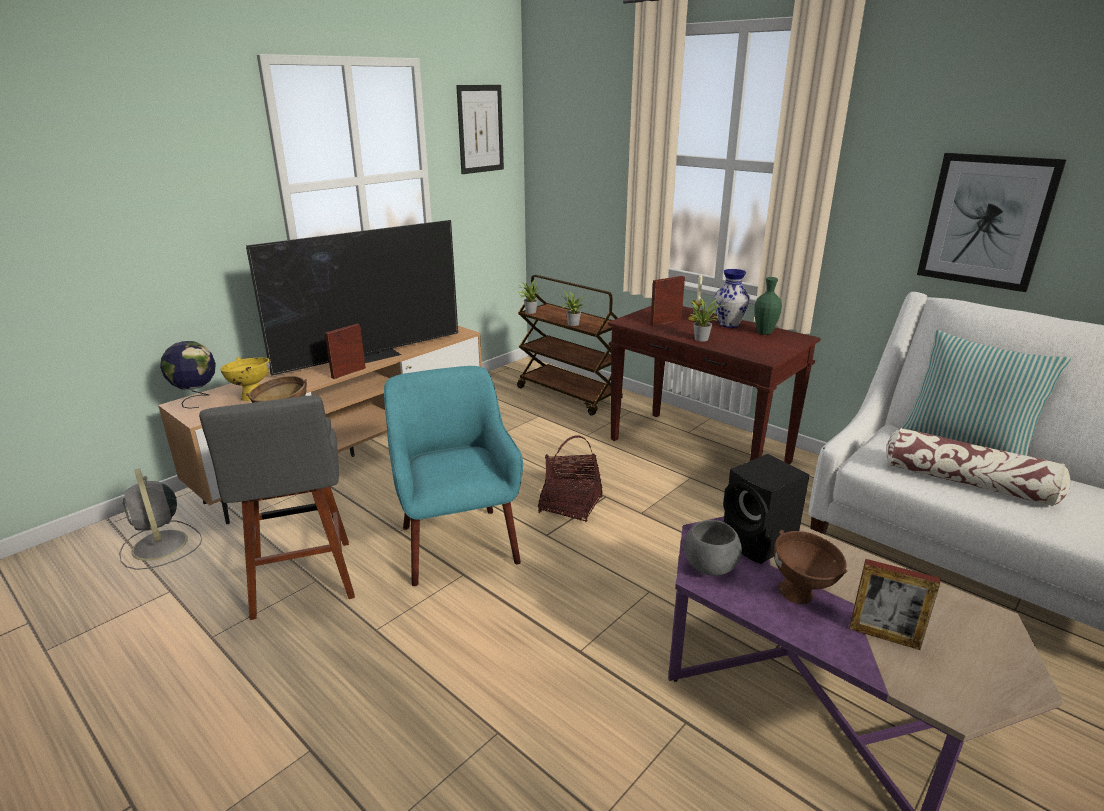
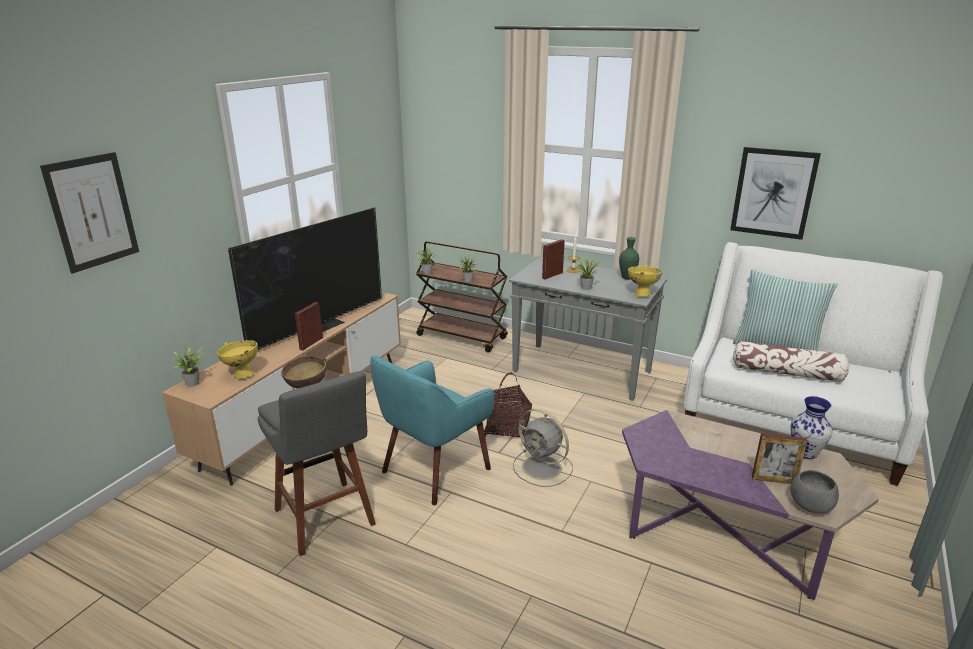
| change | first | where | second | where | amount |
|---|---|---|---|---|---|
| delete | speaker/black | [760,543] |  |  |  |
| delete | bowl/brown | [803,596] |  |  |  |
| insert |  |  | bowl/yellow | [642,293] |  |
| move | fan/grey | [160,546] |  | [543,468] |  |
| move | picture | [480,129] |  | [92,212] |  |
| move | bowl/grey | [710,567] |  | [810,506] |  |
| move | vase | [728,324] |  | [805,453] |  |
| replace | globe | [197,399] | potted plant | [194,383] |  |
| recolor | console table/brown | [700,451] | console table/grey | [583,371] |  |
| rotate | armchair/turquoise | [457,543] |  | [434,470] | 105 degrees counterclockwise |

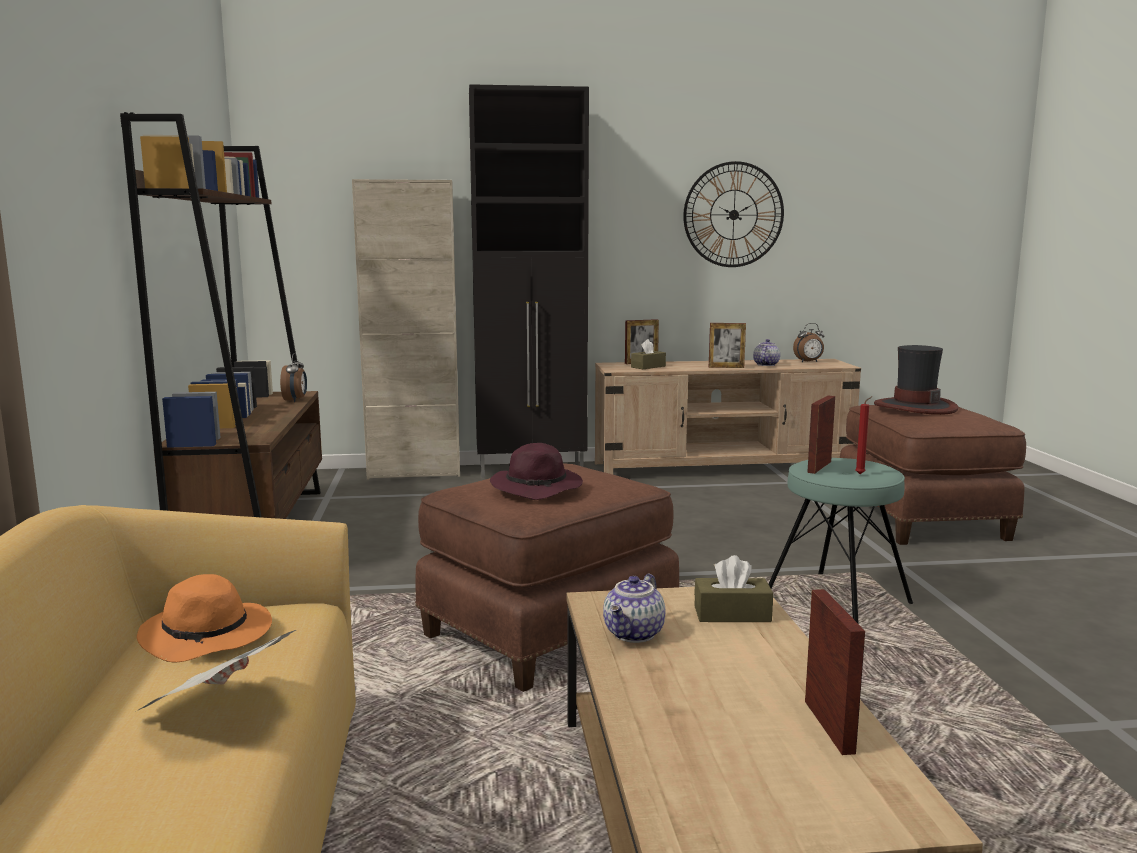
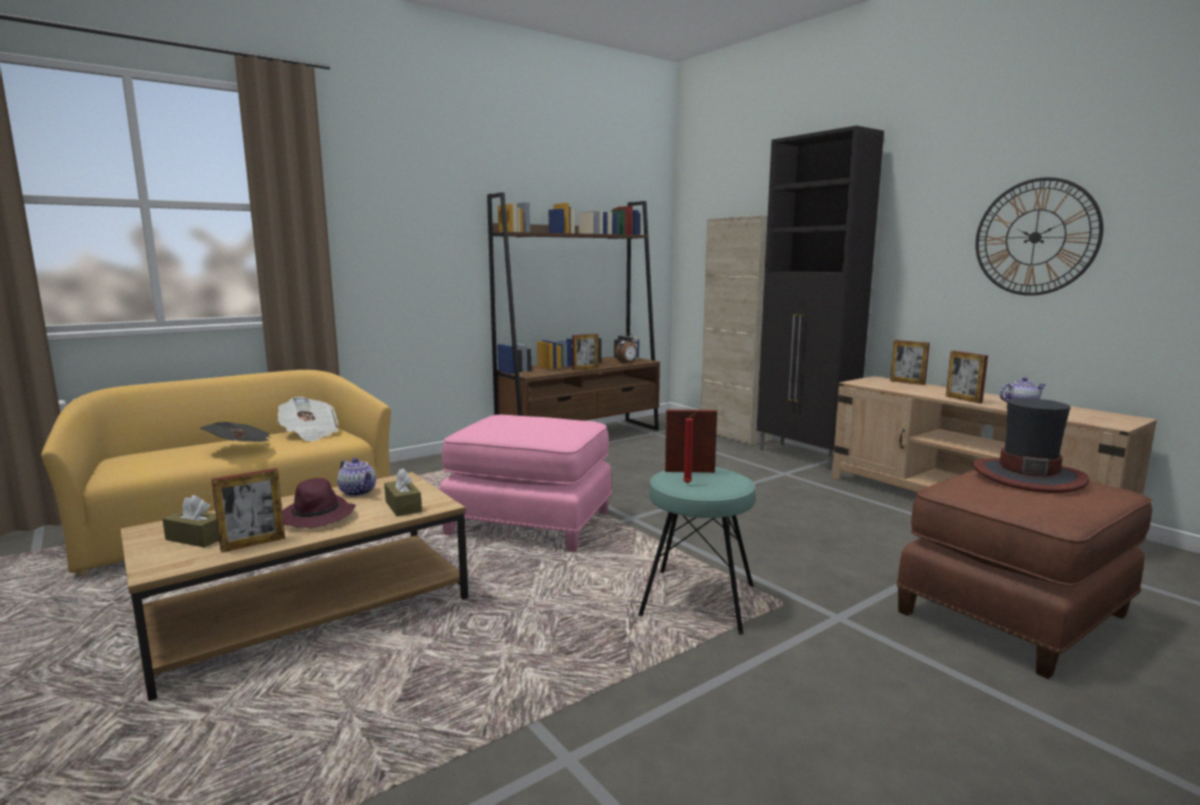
| change | first | where | second | where | amount |
|---|---|---|---|---|---|
| delete | alarm clock | [809,362] |  |  |  |
| insert |  |  | picture frame | [585,368] |  |
| move | hat/purple | [538,487] |  | [318,517] |  |
| move | tissue box/brown | [648,367] |  | [196,538] |  |
| replace | hat/orange | [208,637] | newspaper | [310,434] |  |
| recolor | ottoman/brown | [547,630] | ottoman/pink | [530,523] |  |
| rotate | teapot | [635,634] |  | [359,492] | 135 degrees counterclockwise |

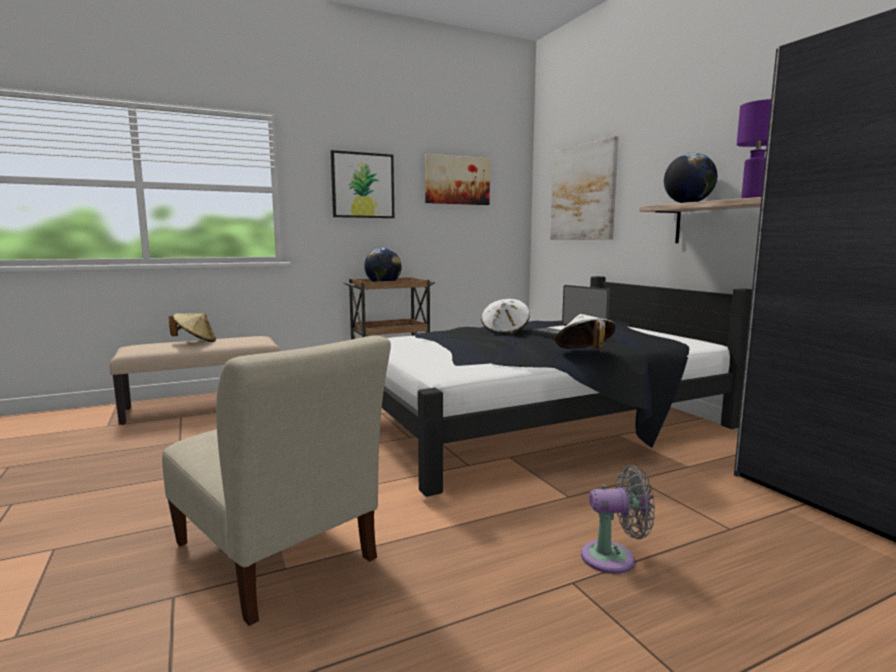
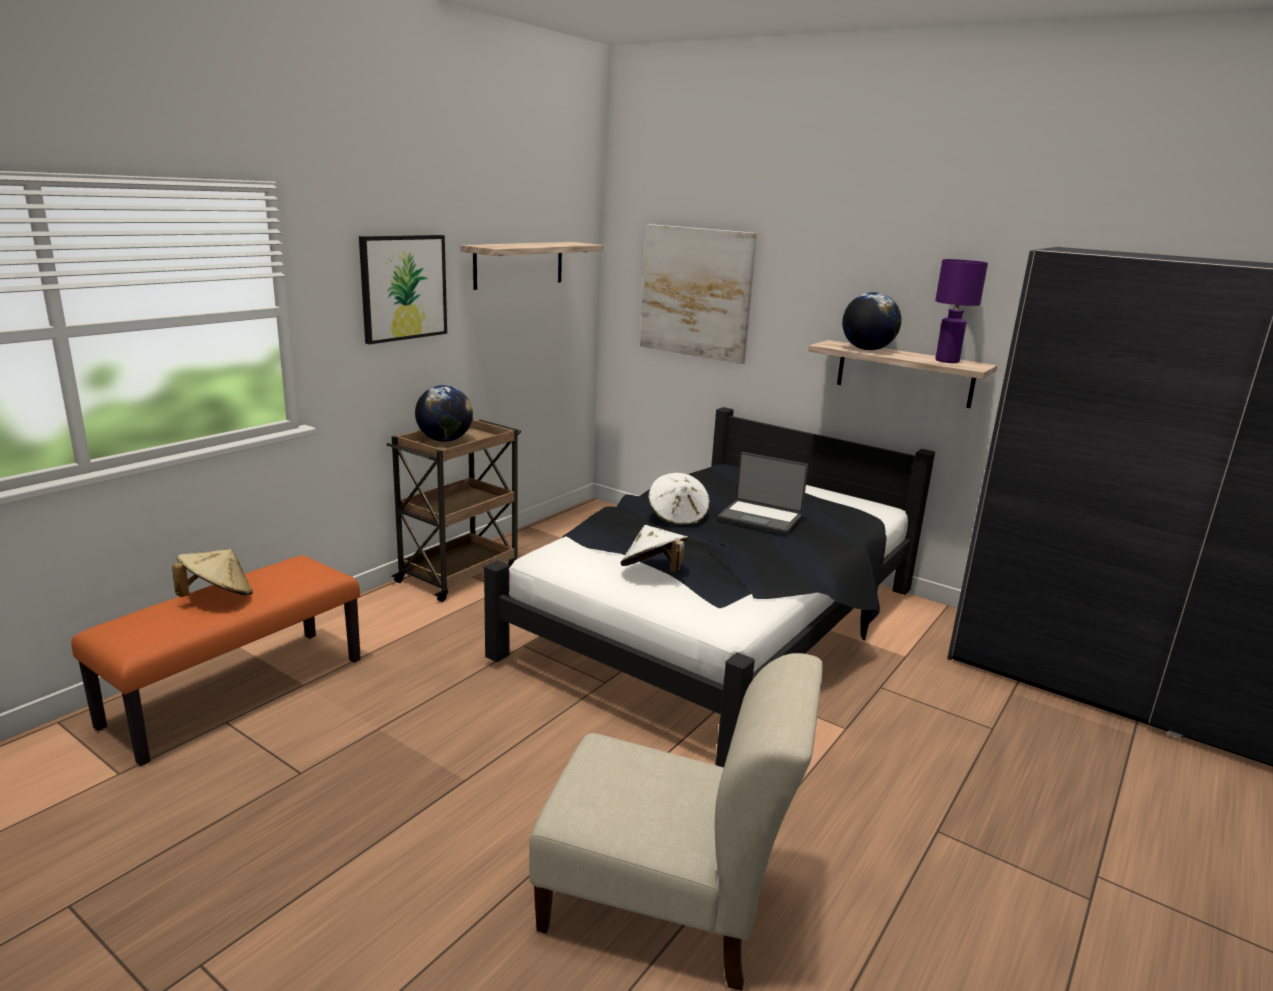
| change | first | where | second | where | amount |
|---|---|---|---|---|---|
| delete | fan/grey | [614,558] |  |  |  |
| move | hat/white | [584,353] |  | [653,572] |  |
| replace | picture | [457,180] | shelf | [519,264] |  |
| recolor | bench/beige | [204,406] | bench/orange | [237,691] |  |

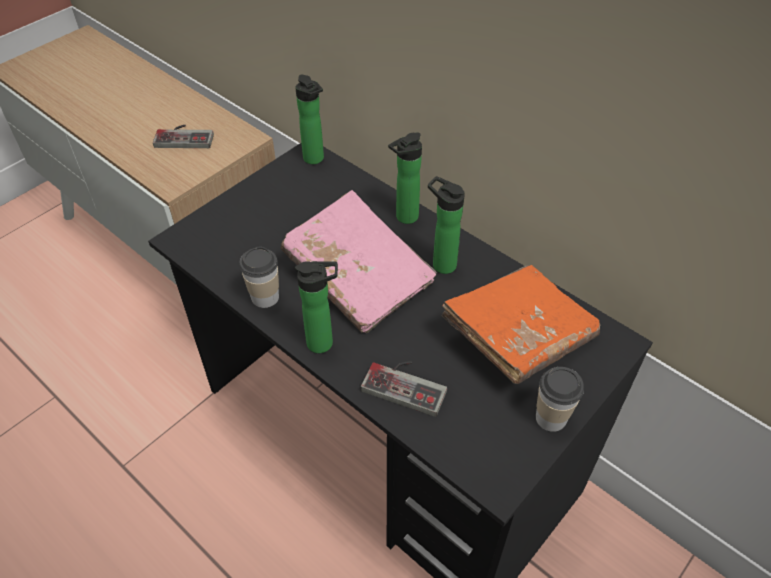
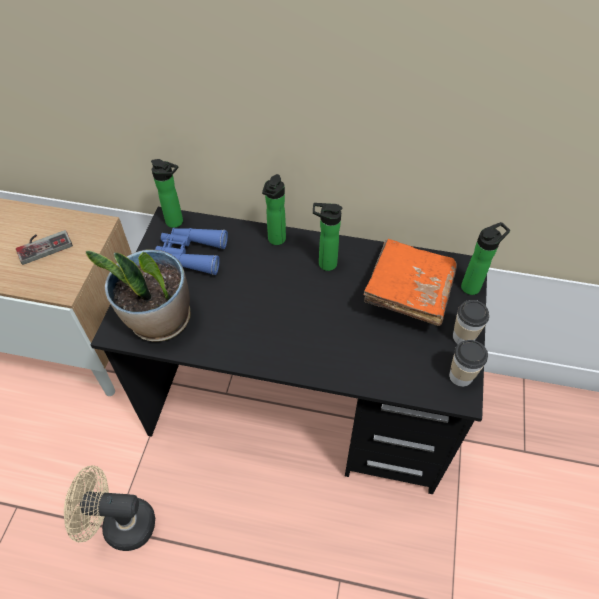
| change | first | where | second | where | amount |
|---|---|---|---|---|---|
| delete | book/pink | [358,276] |  |  |  |
| delete | game controller | [407,383] |  |  |  |
| insert |  |  | fan/beige | [120,524] |  |
| insert |  |  | potted plant | [159,320] |  |
| insert |  |  | binoculars/blue | [191,254] |  |
| move | cup | [265,297] |  | [461,376] |  |
| move | bottle | [324,343] |  | [473,286] |  |

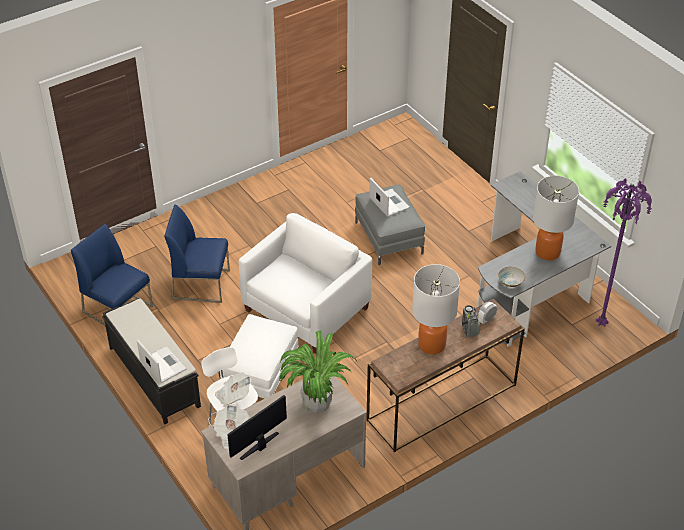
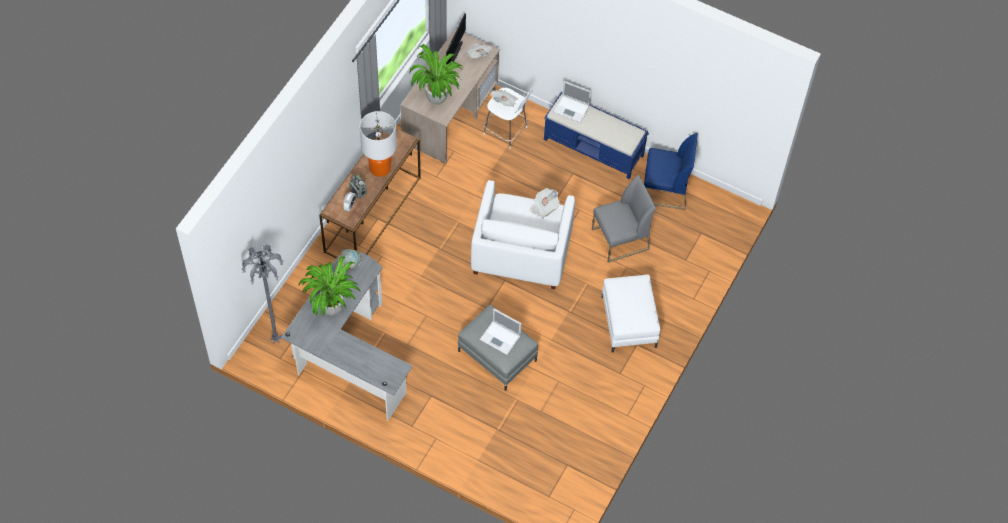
| change | first | where | second | where | amount |
|---|---|---|---|---|---|
| insert |  |  | newspaper | [543,207] |  |
| move | ottoman/white | [260,374] |  | [628,322] |  |
| replace | table lamp | [547,252] | potted plant | [331,306] |  |
| recolor | bench/black | [153,376] | bench/blue | [594,148] |  |
| recolor | chair/blue | [201,284] | chair/grey | [620,239] |  |
| recolor | floor lamp/purple | [602,325] | floor lamp/grey | [275,339] |  |

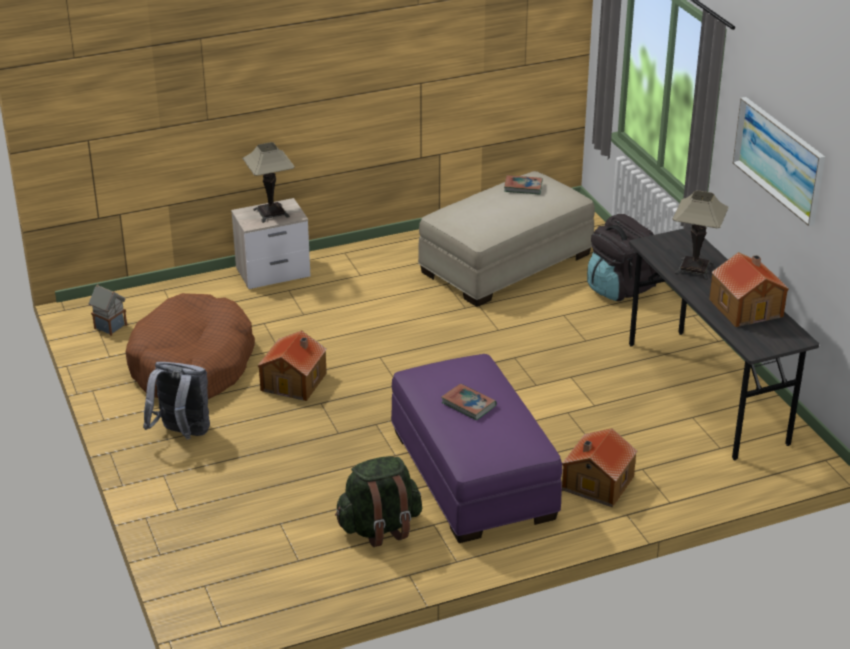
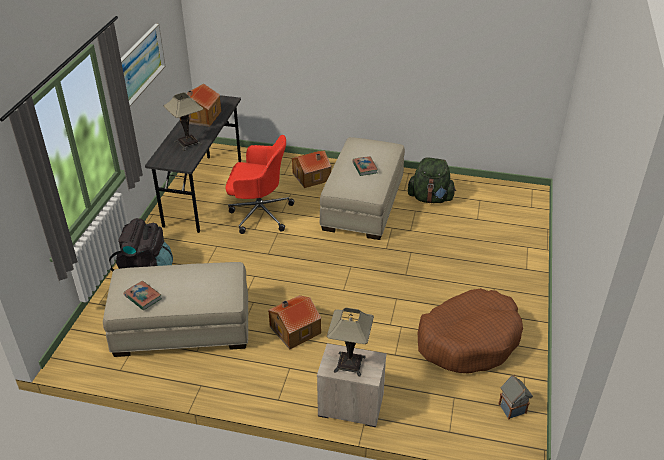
| change | first | where | second | where | amount |
|---|---|---|---|---|---|
| delete | backpack/grey | [182,434] |  |  |  |
| insert |  |  | office chair/red | [259,213] |  |
| move | toy house | [295,381] |  | [294,329] |  |
| recolor | ottoman/purple | [472,473] | ottoman/beige | [363,203] |  |

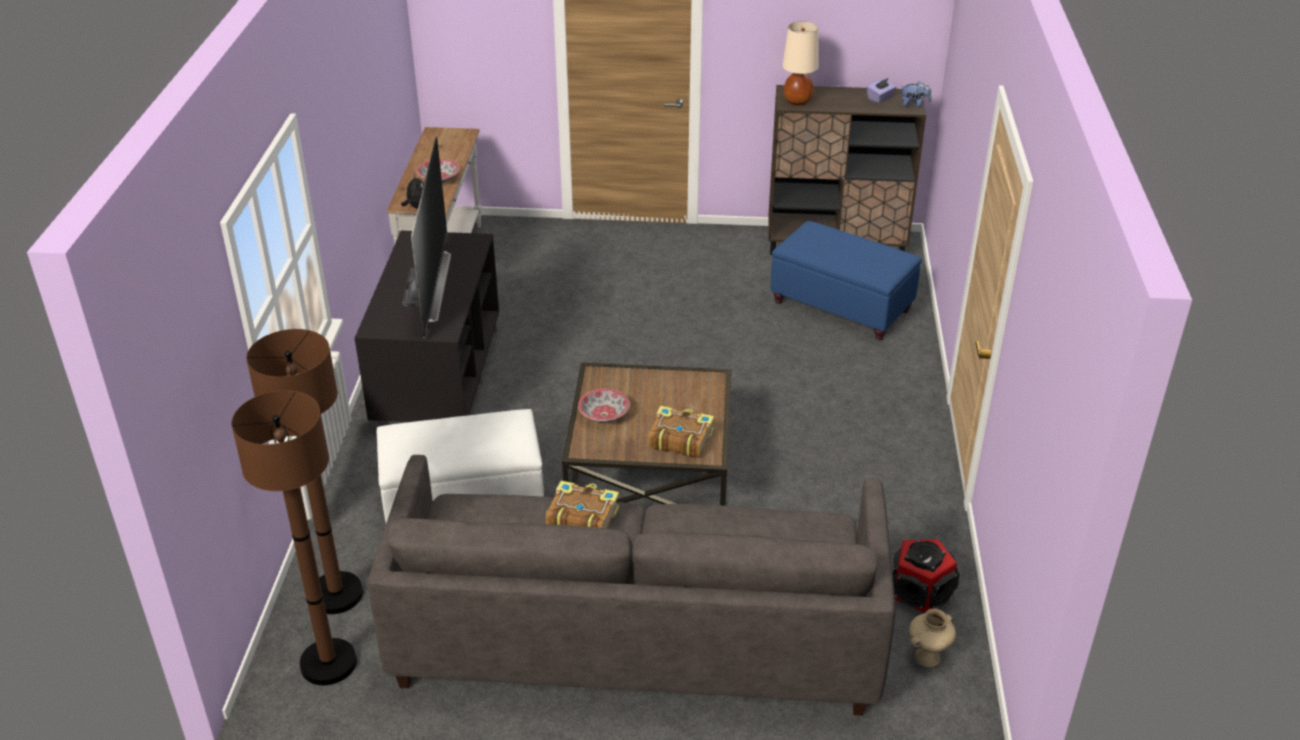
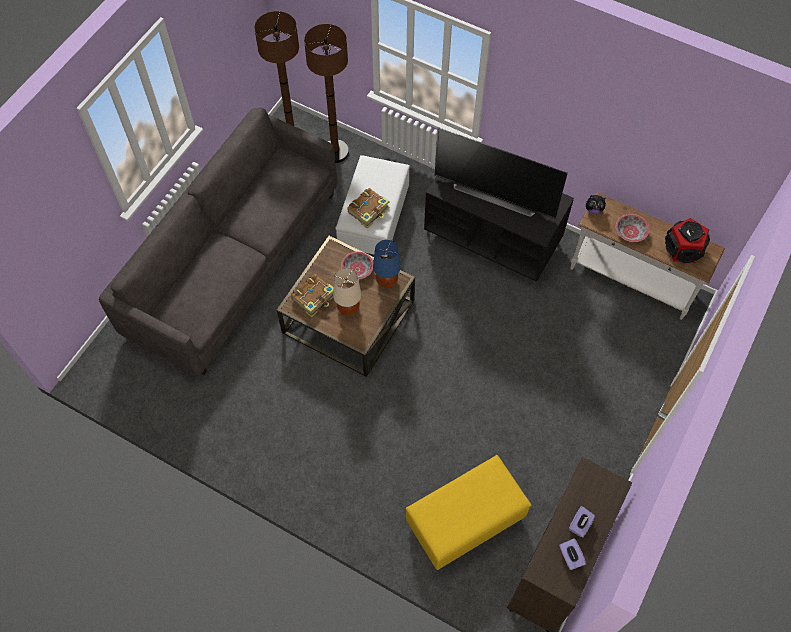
| change | first | where | second | where | amount |
|---|---|---|---|---|---|
| delete | plush toy | [914,105] |  |  |  |
| delete | vase/beige | [927,658] |  |  |  |
| insert |  |  | table lamp/blue | [387,281] |  |
| insert |  |  | tissue box/purple | [580,525] |  |
| move | book | [582,518] |  | [369,211] |  |
| move | table lamp/beige | [797,101] |  | [348,308] |  |
| move | speaker | [920,592] |  | [683,250] |  |
| recolor | ottoman/blue | [842,306] | ottoman/yellow | [464,521] |  |

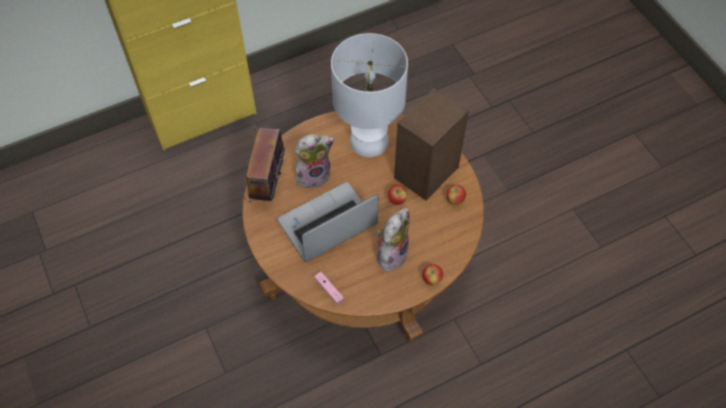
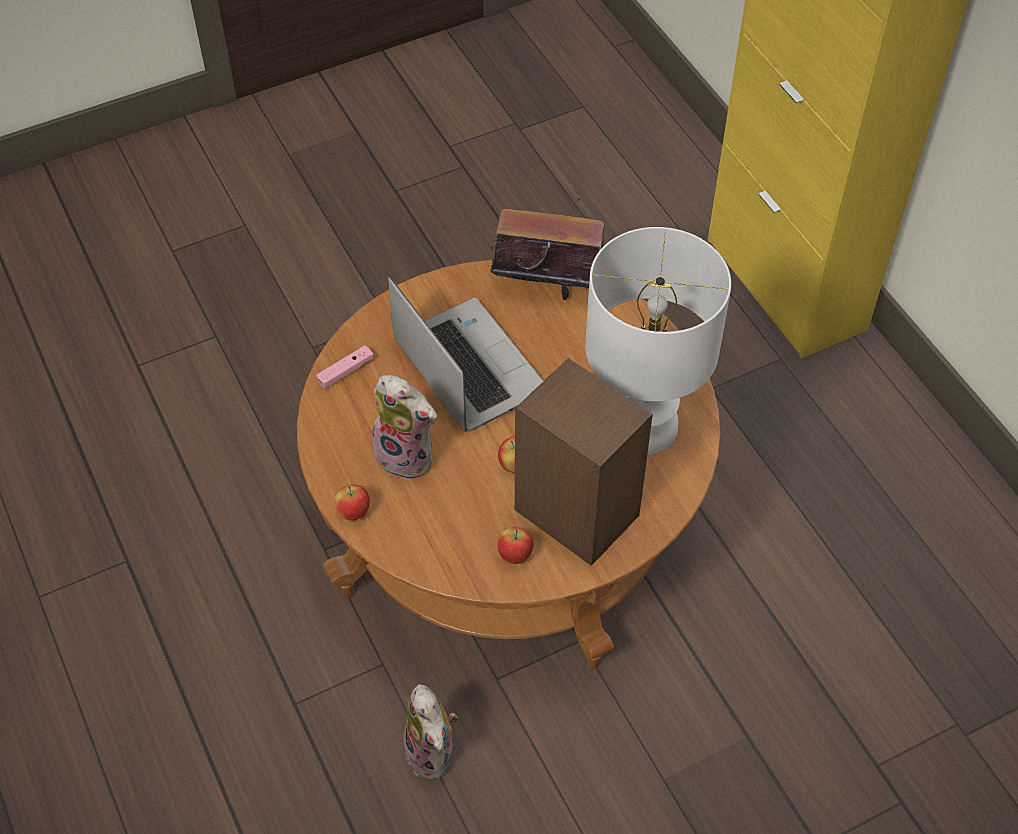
| change | first | where | second | where | amount |
|---|---|---|---|---|---|
| move | plush toy | [314,175] |  | [434,753] |  |

